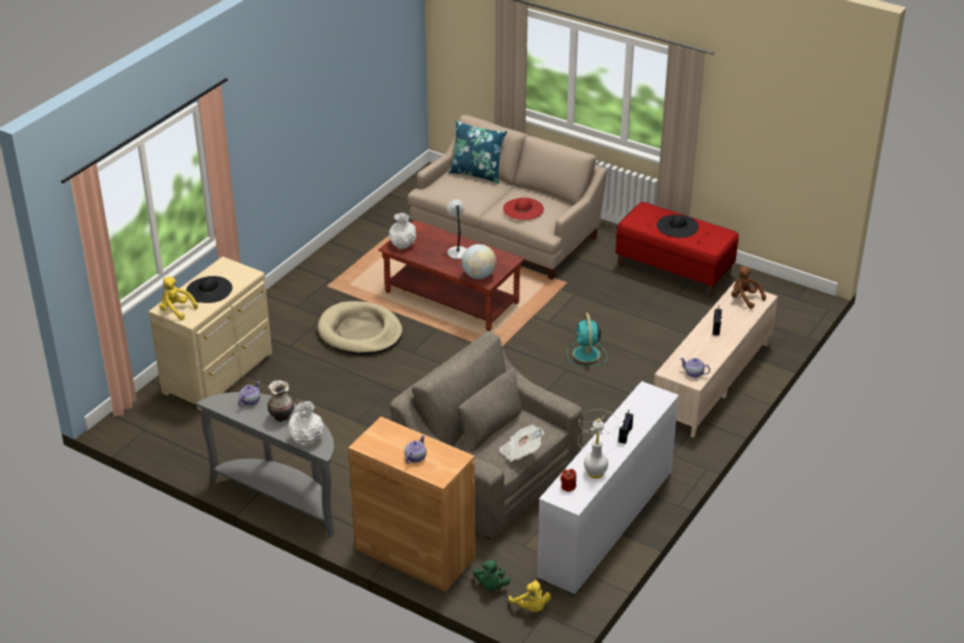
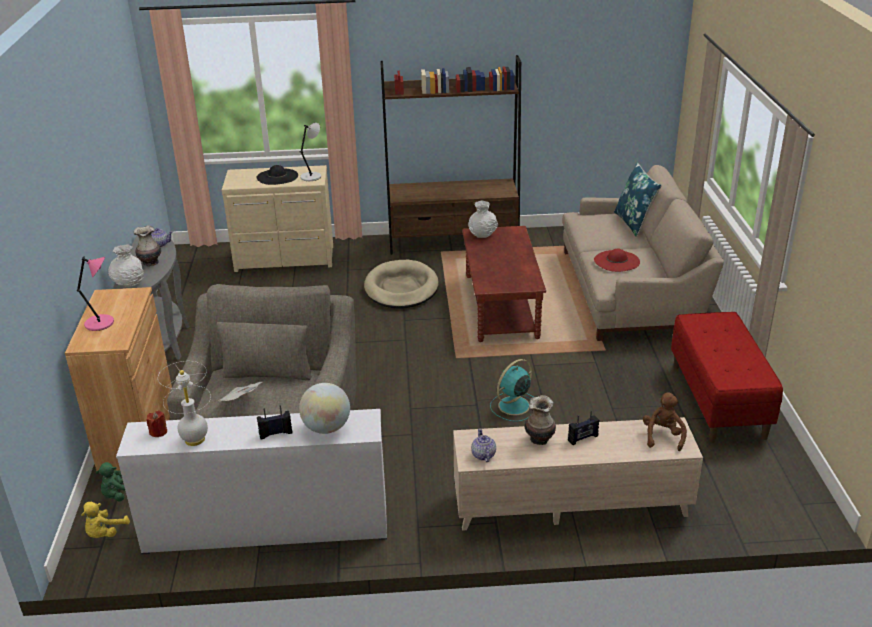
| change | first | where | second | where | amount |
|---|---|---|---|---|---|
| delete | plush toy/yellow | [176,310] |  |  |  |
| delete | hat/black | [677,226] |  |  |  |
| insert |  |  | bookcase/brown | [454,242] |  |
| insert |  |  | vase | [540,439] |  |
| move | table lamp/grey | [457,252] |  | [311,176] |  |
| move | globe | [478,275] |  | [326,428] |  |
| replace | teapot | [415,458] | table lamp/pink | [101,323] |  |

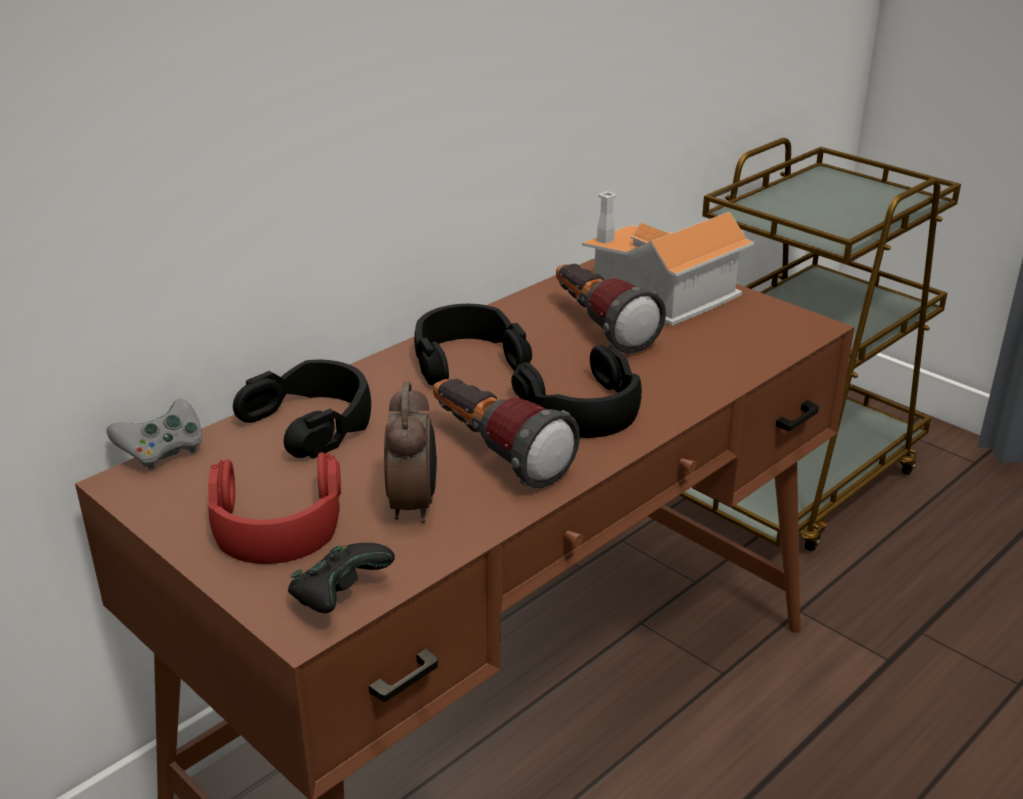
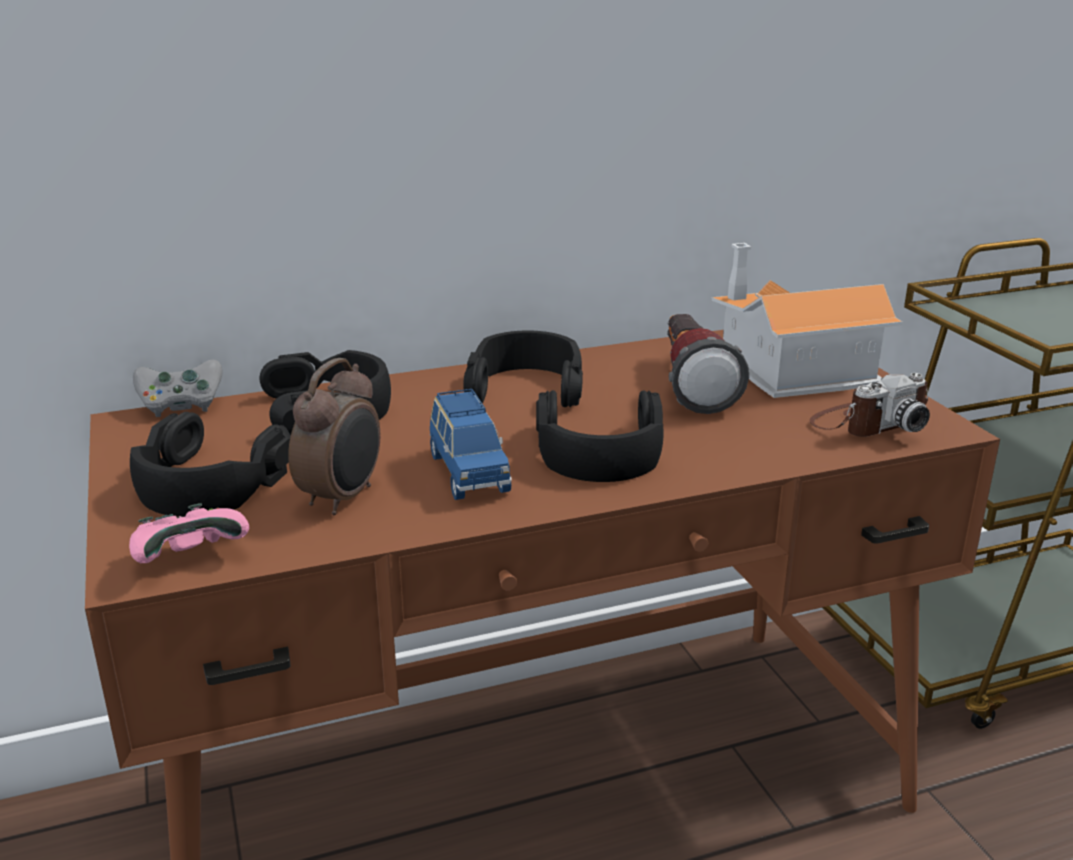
| change | first | where | second | where | amount |
|---|---|---|---|---|---|
| insert |  |  | photo camera | [868,423] |  |
| replace | flashlight | [496,454] | toy car/blue | [468,472] |  |
| recolor | headphones/red | [276,523] | headphones/black | [208,483] |  |
| recolor | game controller/black | [339,596] | game controller/pink | [190,558] |  |

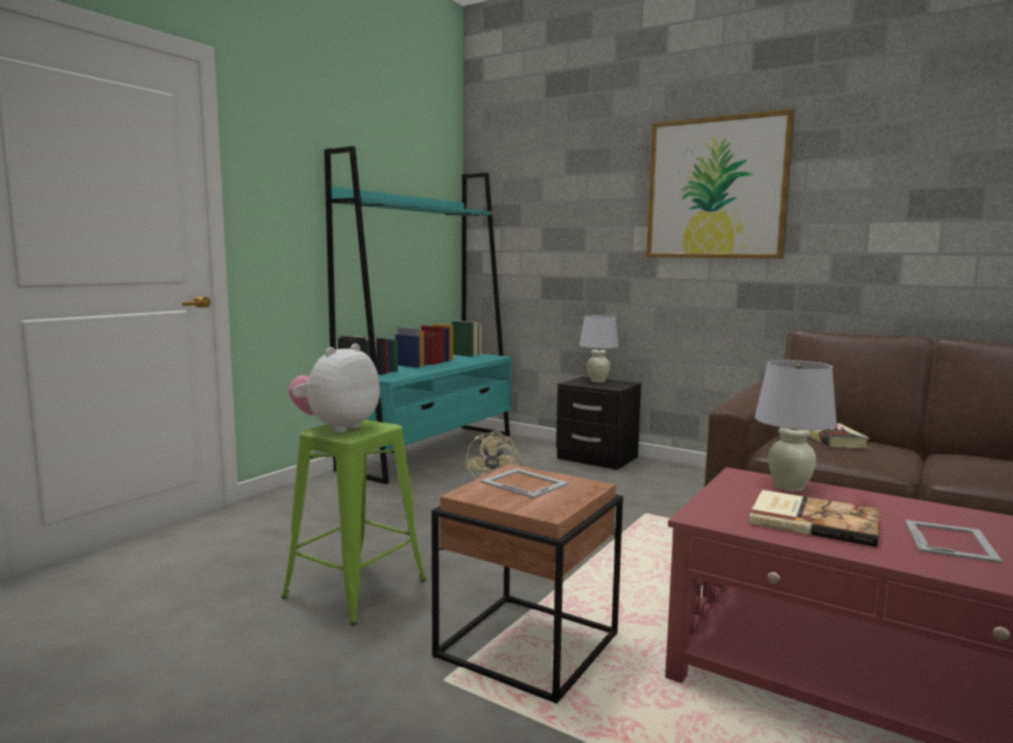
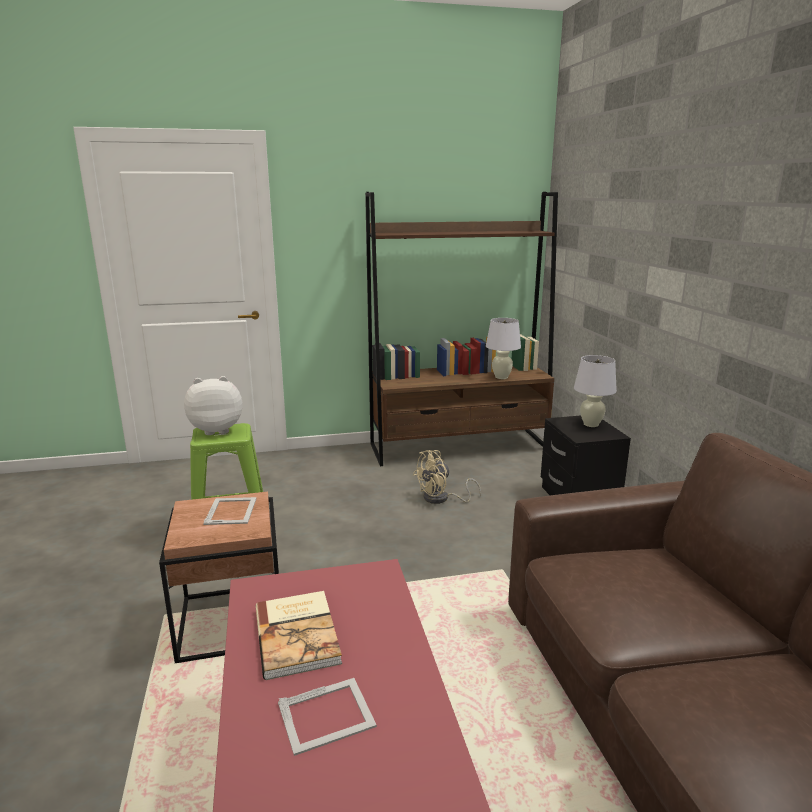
| change | first | where | second | where | amount |
|---|---|---|---|---|---|
| delete | picture | [716,188] |  |  |  |
| delete | book | [833,440] |  |  |  |
| move | table lamp/white | [789,487] |  | [501,377] |  |
| recolor | bookcase/turquoise | [431,451] | bookcase/brown | [459,447] |  |

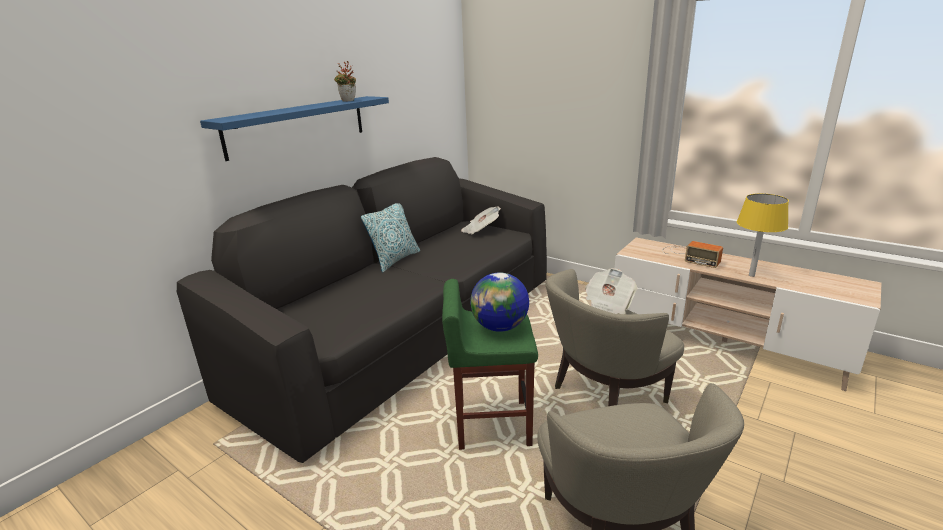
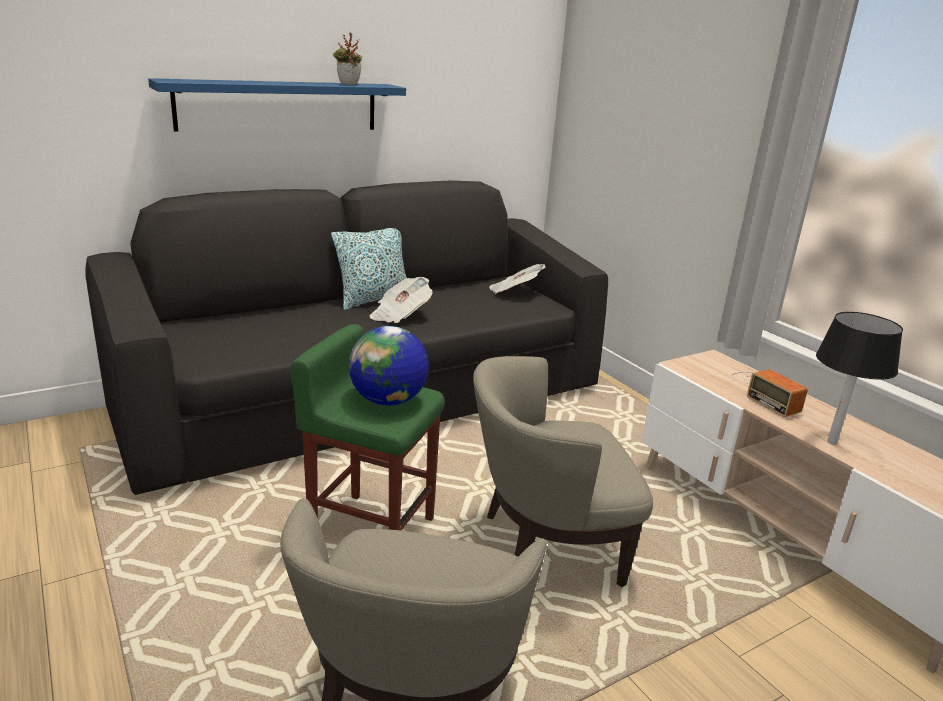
| change | first | where | second | where | amount |
|---|---|---|---|---|---|
| move | newspaper | [608,305] |  | [400,315] |  |
| recolor | table lamp/yellow | [751,275] | table lamp/black | [832,442] |  |

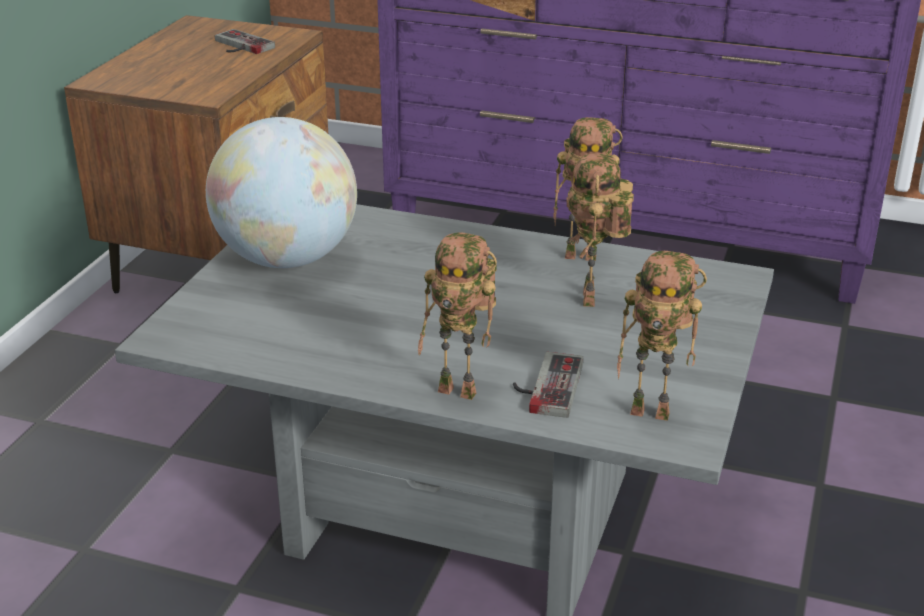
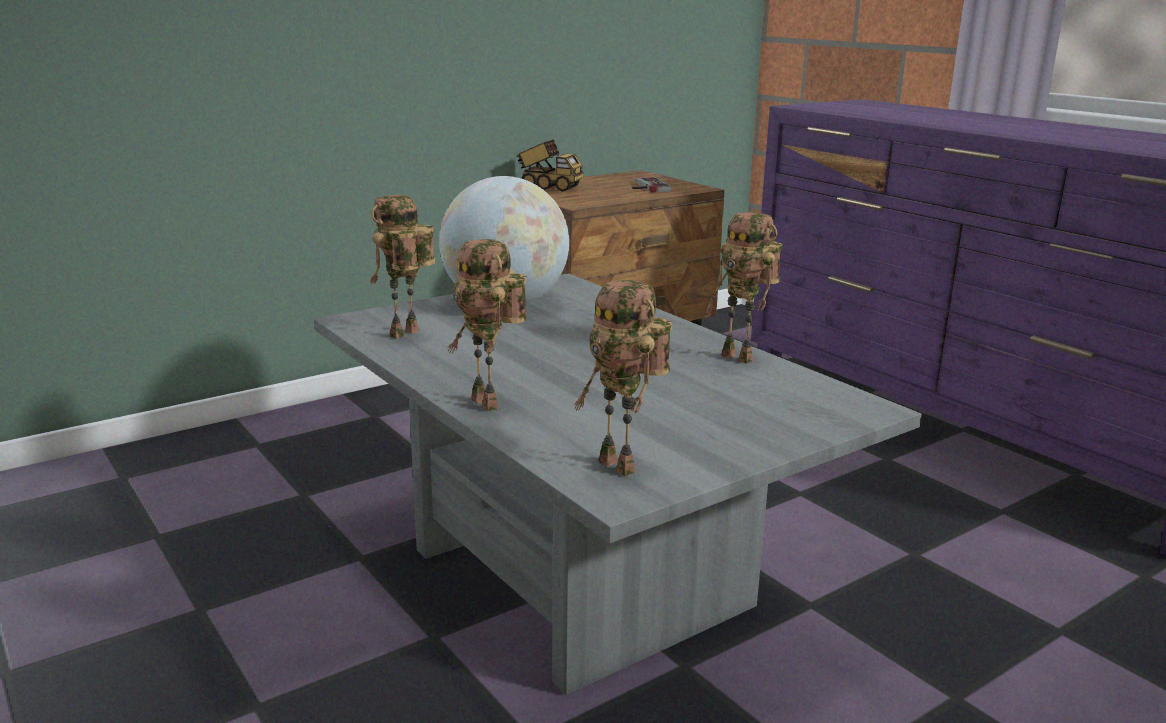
| change | first | where | second | where | amount |
|---|---|---|---|---|---|
| delete | game controller | [544,386] |  |  |  |
| insert |  |  | toy truck | [549,187] |  |
| move | toy robot | [593,299] |  | [405,335] |  |

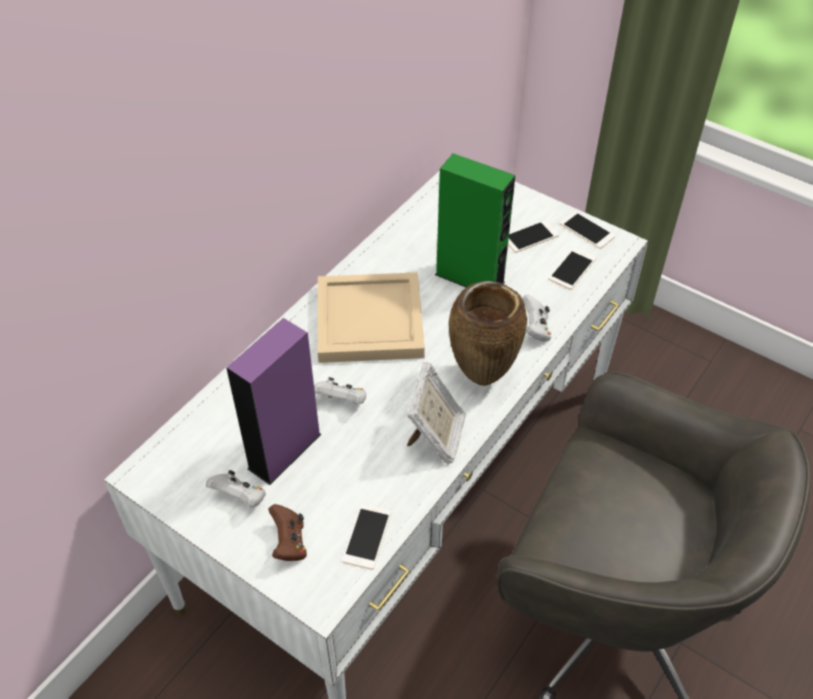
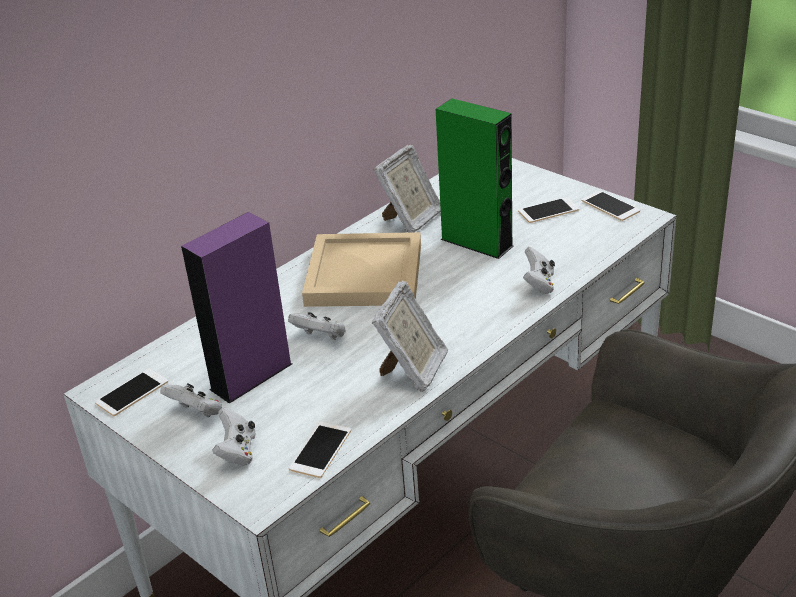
| change | first | where | second | where | amount |
|---|---|---|---|---|---|
| delete | vase/brown | [482,377] |  |  |  |
| insert |  |  | picture frame | [411,220] |  |
| move | phone | [572,269] |  | [132,392] |  |
| recolor | game controller/brown | [289,543] | game controller/white | [237,452] |  |

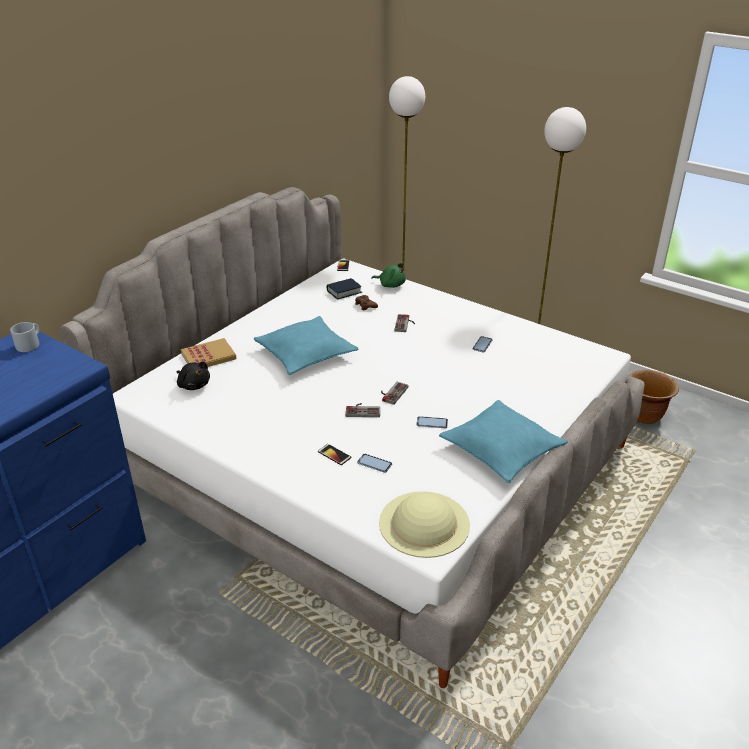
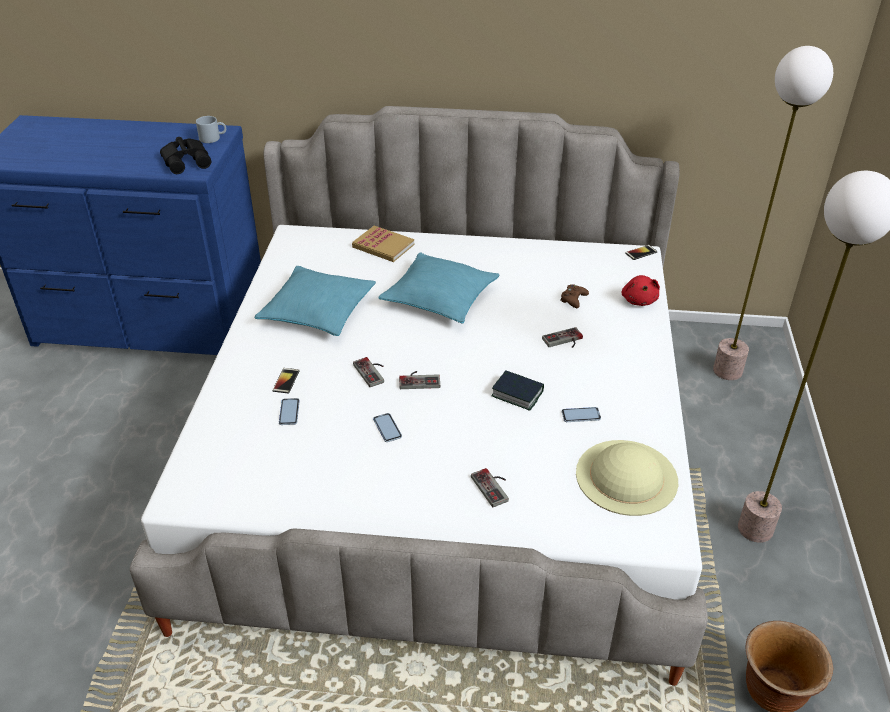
| change | first | where | second | where | amount |
|---|---|---|---|---|---|
| delete | plush toy/black | [193,385] |  |  |  |
| insert |  |  | binoculars/black | [187,160] |  |
| insert |  |  | game controller | [494,487] |  |
| move | book | [344,292] |  | [517,394] |  |
| move | hat/beige | [424,523] |  | [626,476] |  |
| move | pillow/turquoise | [501,449] |  | [317,311] |  |
| recolor | plush toy/green | [391,285] | plush toy/red | [639,300] |  |

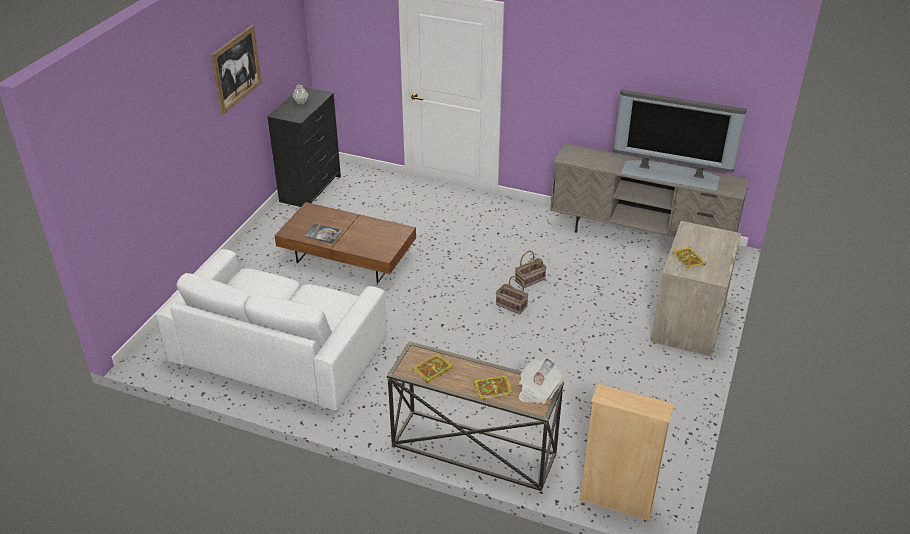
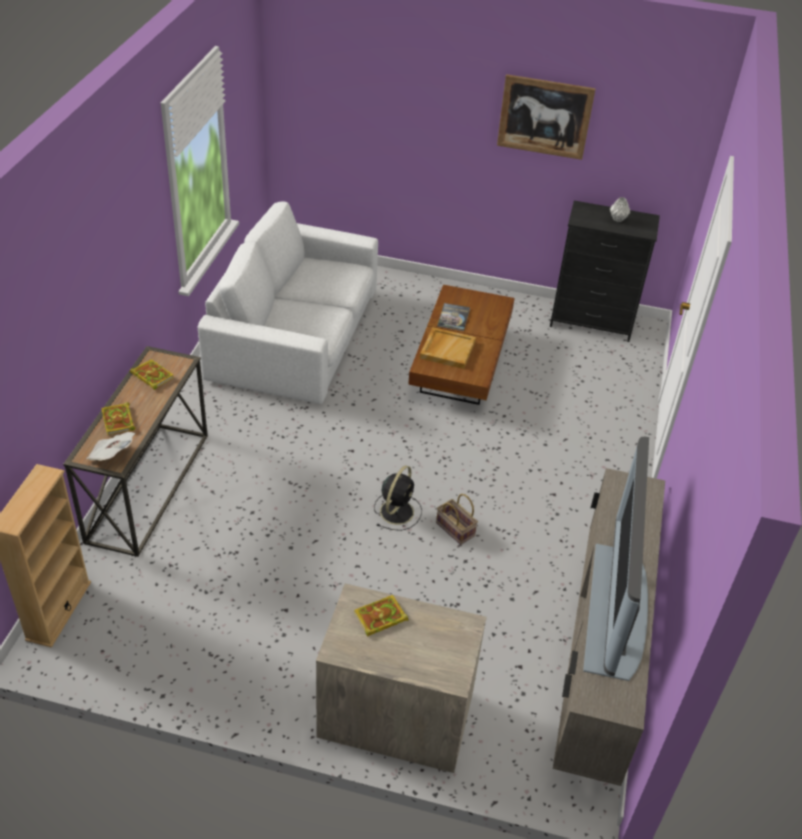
| change | first | where | second | where | amount |
|---|---|---|---|---|---|
| insert |  |  | tray/beige | [447,349] |  |
| replace | basket | [510,305] | fan/black | [397,511] |  |

